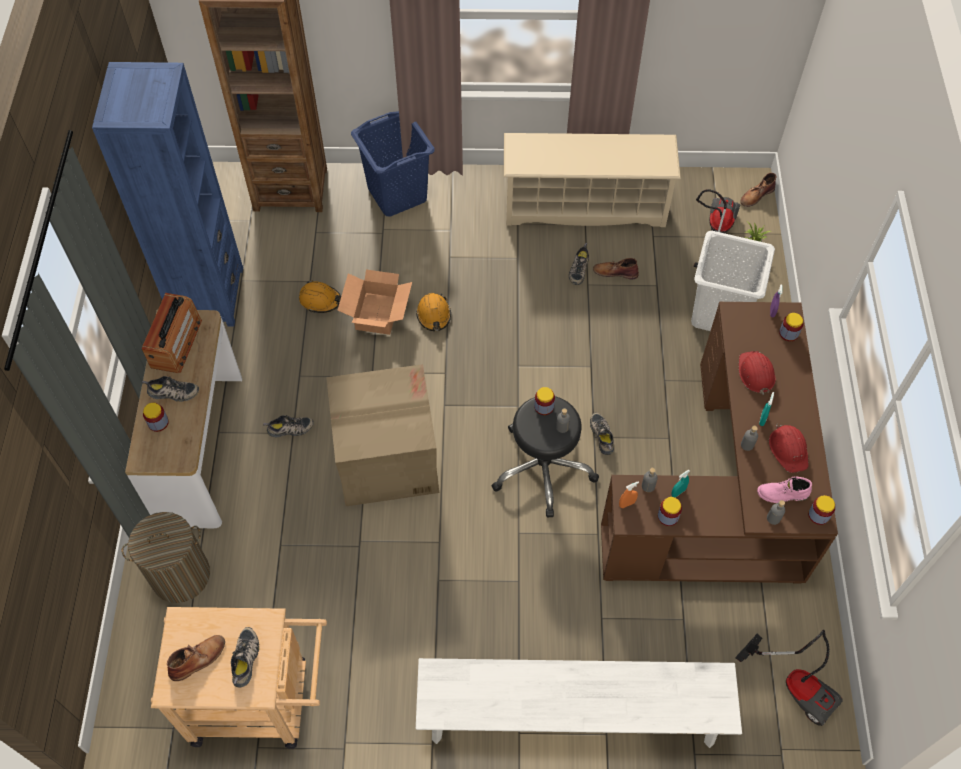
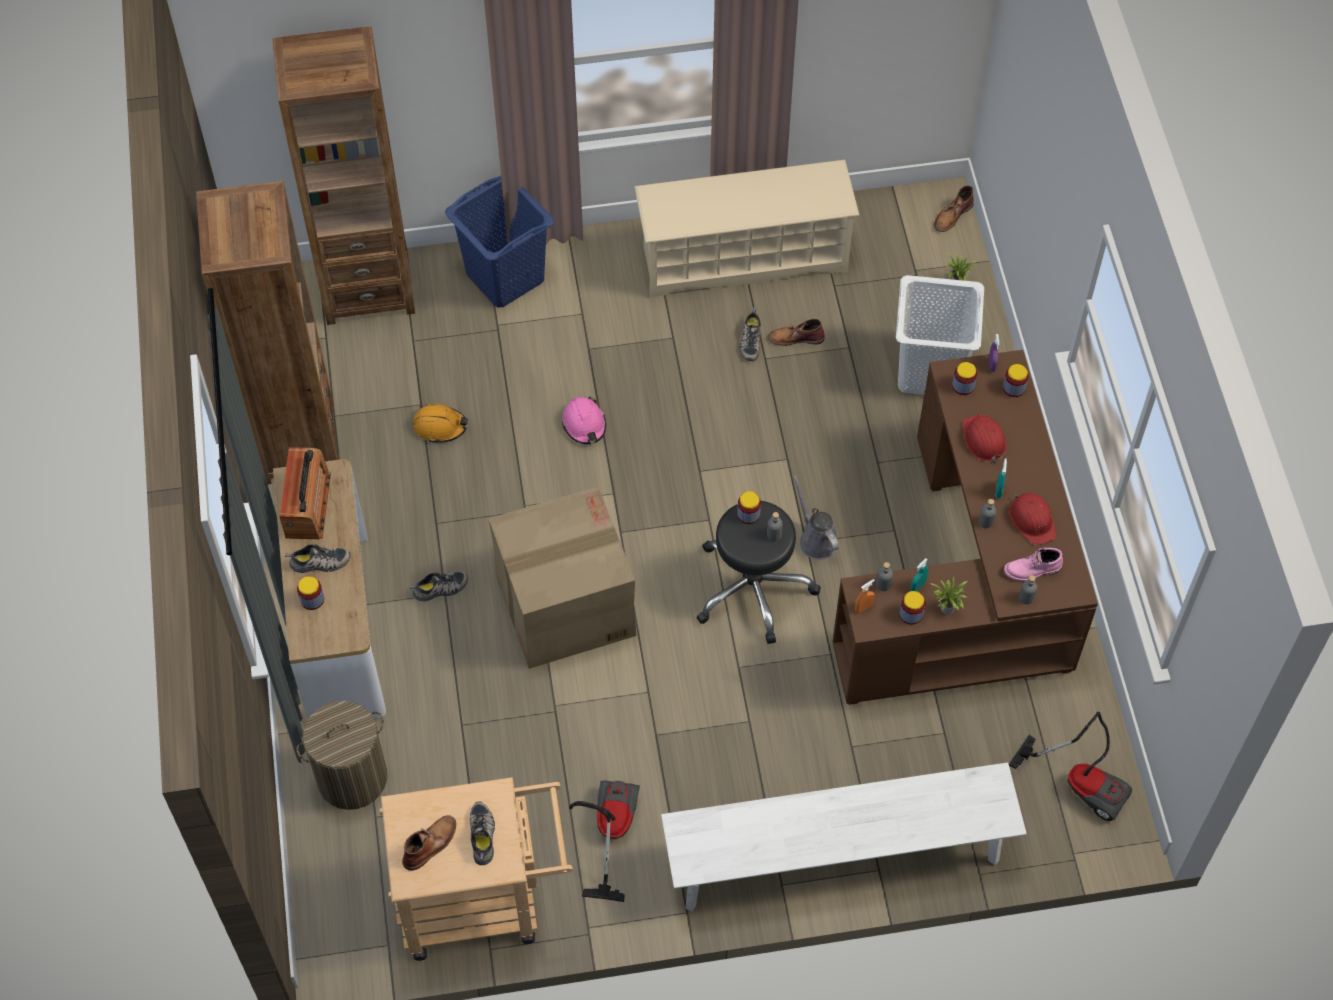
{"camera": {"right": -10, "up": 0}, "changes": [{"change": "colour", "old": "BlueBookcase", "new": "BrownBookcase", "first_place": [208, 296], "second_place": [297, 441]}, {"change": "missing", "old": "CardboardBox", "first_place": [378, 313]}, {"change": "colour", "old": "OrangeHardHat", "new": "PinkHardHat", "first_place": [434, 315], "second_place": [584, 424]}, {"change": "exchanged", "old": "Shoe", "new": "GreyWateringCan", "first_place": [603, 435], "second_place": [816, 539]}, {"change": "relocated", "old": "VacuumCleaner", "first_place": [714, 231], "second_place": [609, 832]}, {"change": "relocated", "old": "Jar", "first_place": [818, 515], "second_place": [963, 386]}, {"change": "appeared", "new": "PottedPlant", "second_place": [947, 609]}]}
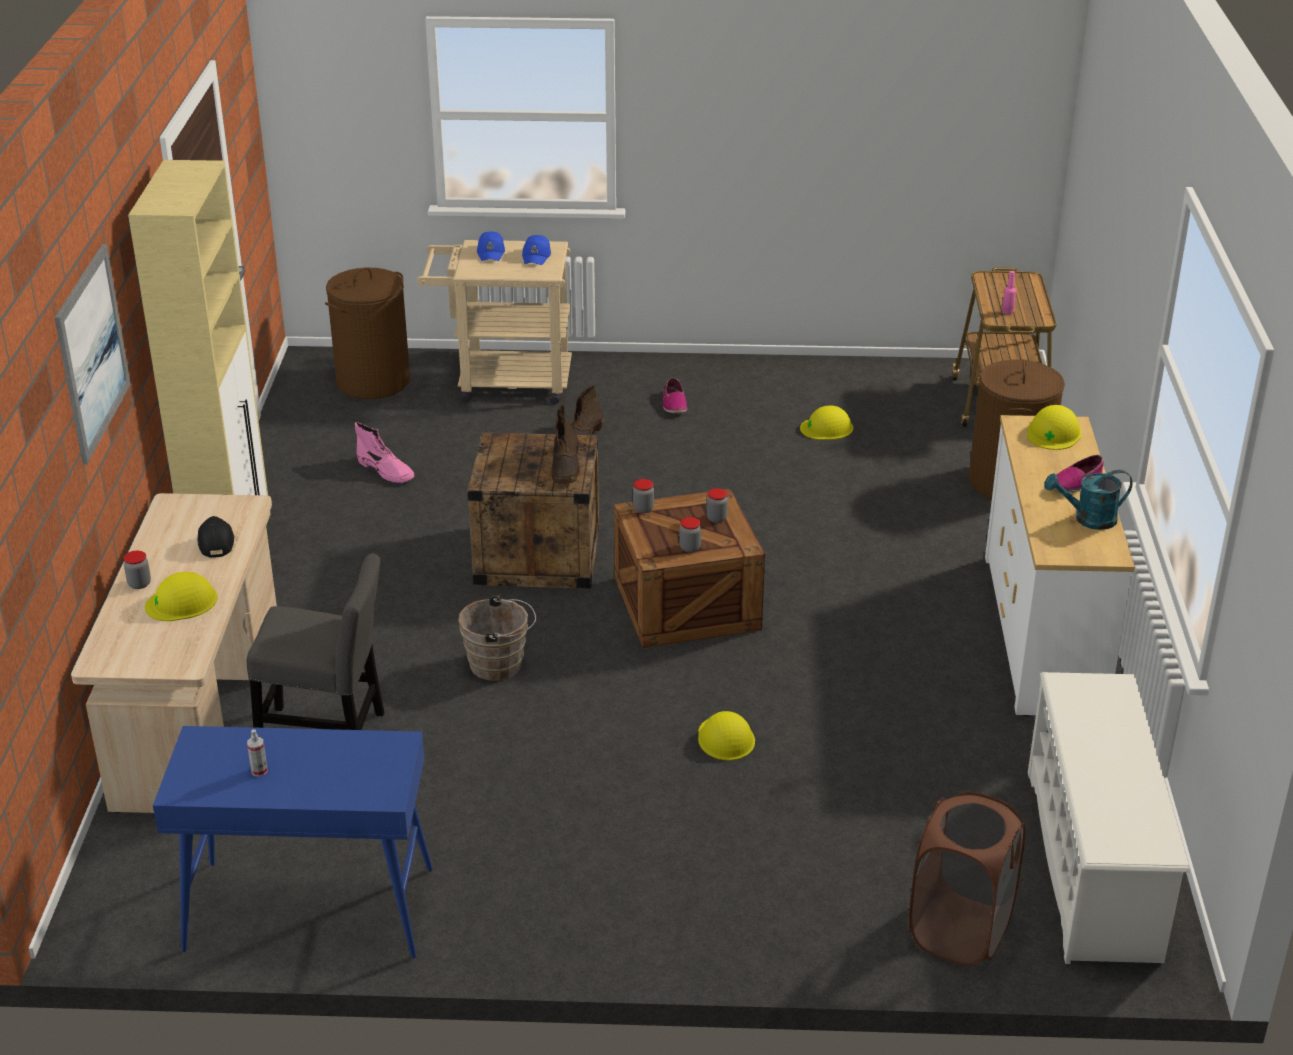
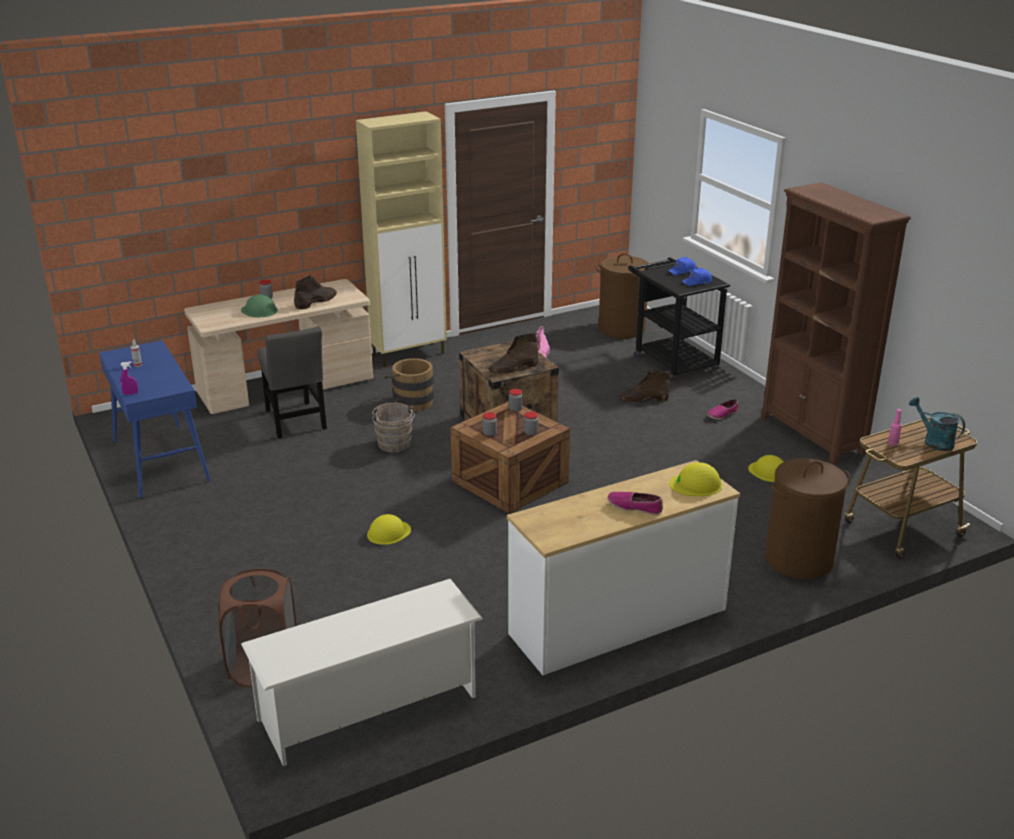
{"camera": {"right": 60, "up": -5}, "changes": [{"change": "missing", "old": "Picture", "first_place": [92, 352]}, {"change": "colour", "old": "YellowHardHat", "new": "GreenHardHat", "first_place": [182, 602], "second_place": [259, 310]}, {"change": "exchanged", "old": "BlackCap", "new": "BrownBoot", "first_place": [215, 542], "second_place": [316, 301]}, {"change": "colour", "old": "BeigeCart", "new": "BlackCart", "first_place": [503, 382], "second_place": [671, 360]}, {"change": "relocated", "old": "TurquoiseWateringCan", "first_place": [1088, 519], "second_place": [934, 441]}, {"change": "appeared", "new": "PurpleSprayBottle", "second_place": [130, 394]}, {"change": "appeared", "new": "BrownBucket", "second_place": [411, 401]}, {"change": "appeared", "new": "BrownBookcase", "second_place": [813, 435]}]}
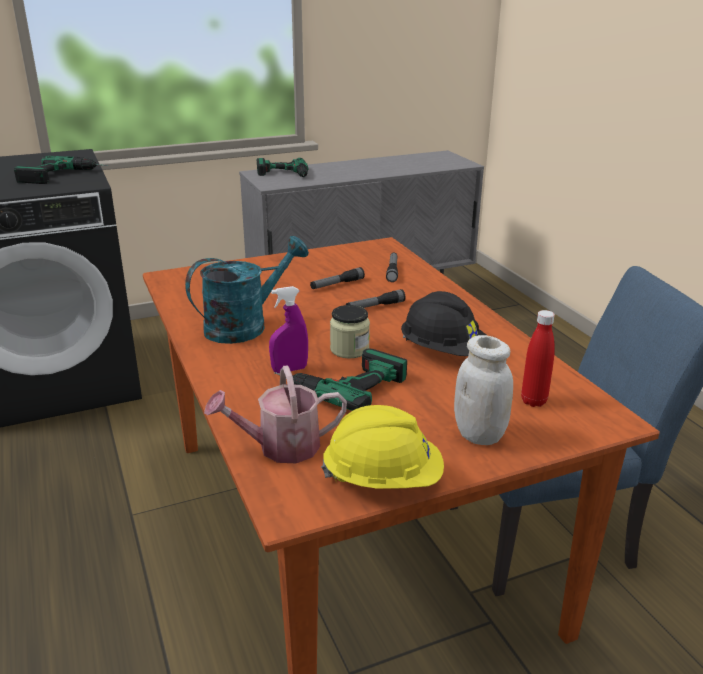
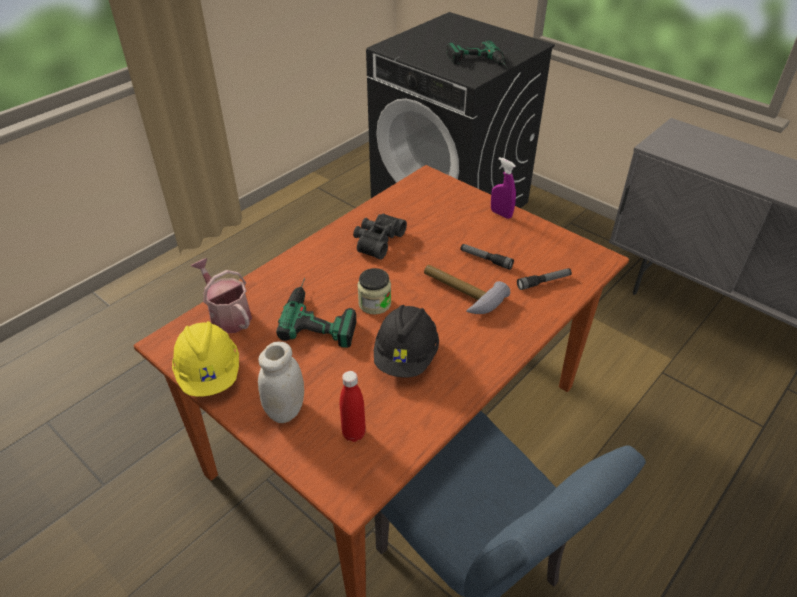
{"camera": {"right": 65, "up": 15}, "changes": [{"change": "exchanged", "old": "TurquoiseWateringCan", "new": "BlackBinoculars", "first_place": [245, 326], "second_place": [376, 241]}, {"change": "missing", "old": "PowerDrill", "first_place": [283, 175]}, {"change": "relocated", "old": "PurpleSprayBottle", "first_place": [289, 370], "second_place": [501, 214]}, {"change": "exchanged", "old": "Flashlight", "new": "Hammer", "first_place": [375, 306], "second_place": [460, 294]}]}
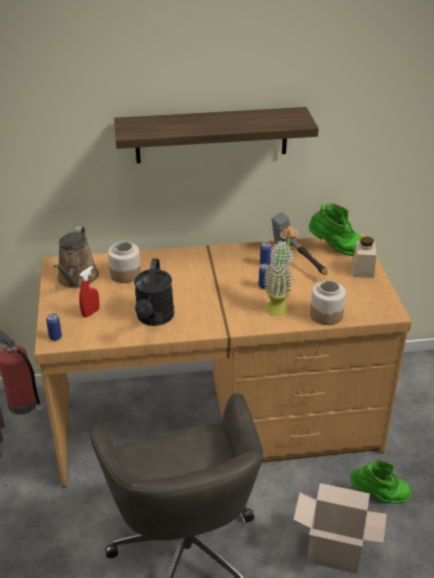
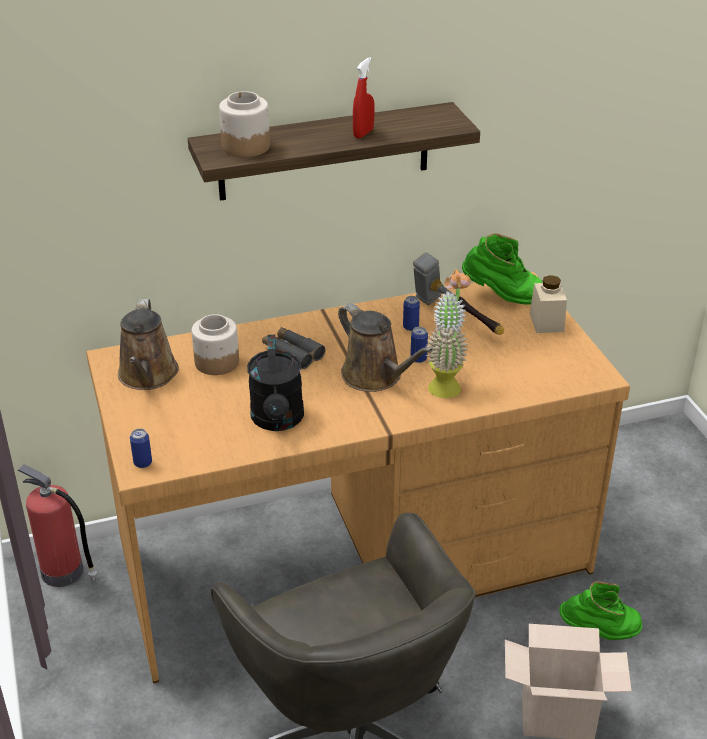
{"camera": {"right": -10, "up": 0}, "changes": [{"change": "relocated", "old": "RedSprayBottle", "first_place": [90, 312], "second_place": [363, 133]}, {"change": "relocated", "old": "Jar", "first_place": [326, 314], "second_place": [245, 146]}, {"change": "appeared", "new": "GreyBinoculars", "second_place": [292, 352]}, {"change": "appeared", "new": "BrownWateringCan", "second_place": [375, 376]}]}
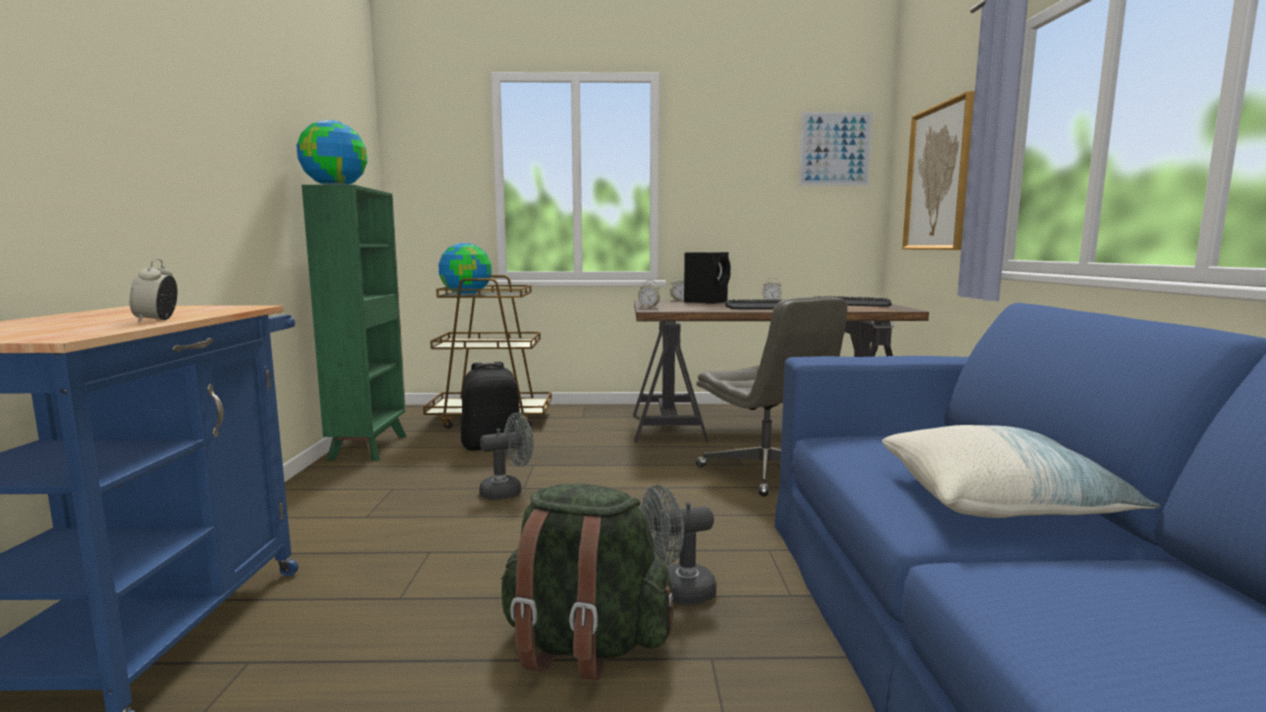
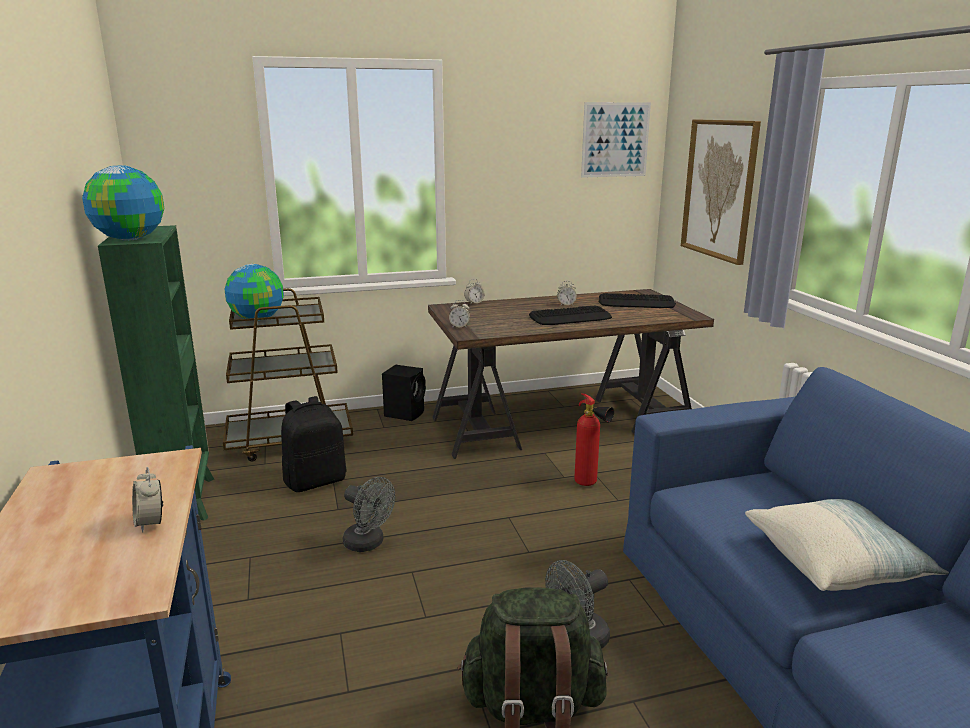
{"camera": {"right": -15, "up": 10}, "changes": [{"change": "spun", "old": "GreyFan", "first_place": [508, 491], "second_place": [368, 543], "degrees": 75}, {"change": "relocated", "old": "BlackSpeaker", "first_place": [707, 302], "second_place": [405, 413]}, {"change": "exchanged", "old": "GreyOfficeChair", "new": "FireExtinguisher", "first_place": [766, 472], "second_place": [590, 485]}]}
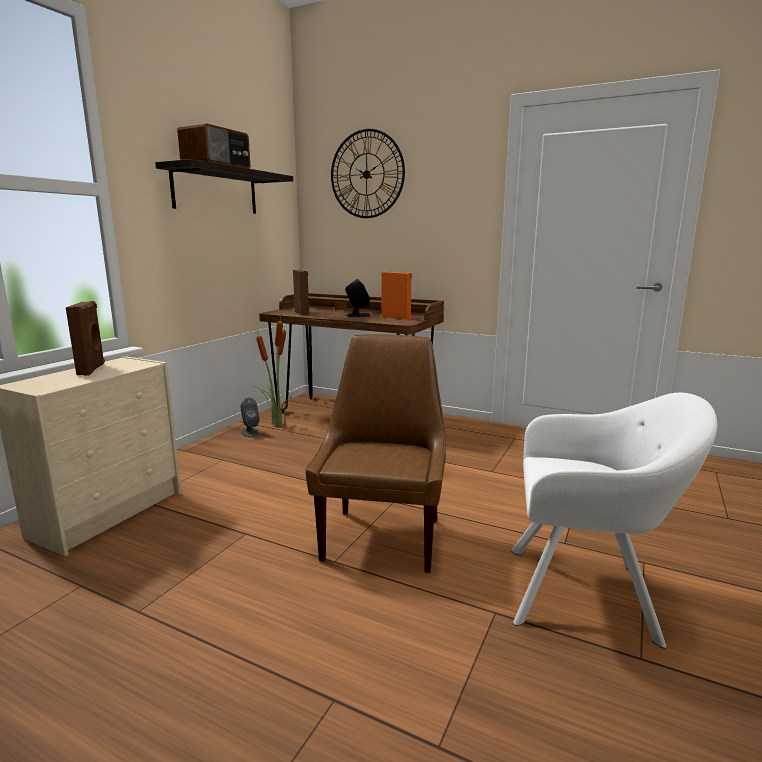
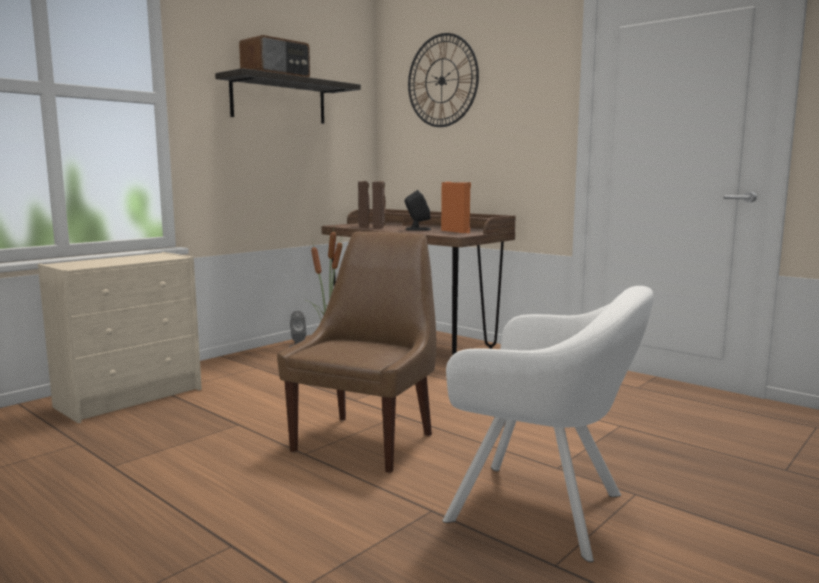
{"camera": {"right": 15, "up": -5}, "changes": [{"change": "relocated", "old": "BrownSpeaker", "first_place": [92, 369], "second_place": [379, 228]}]}
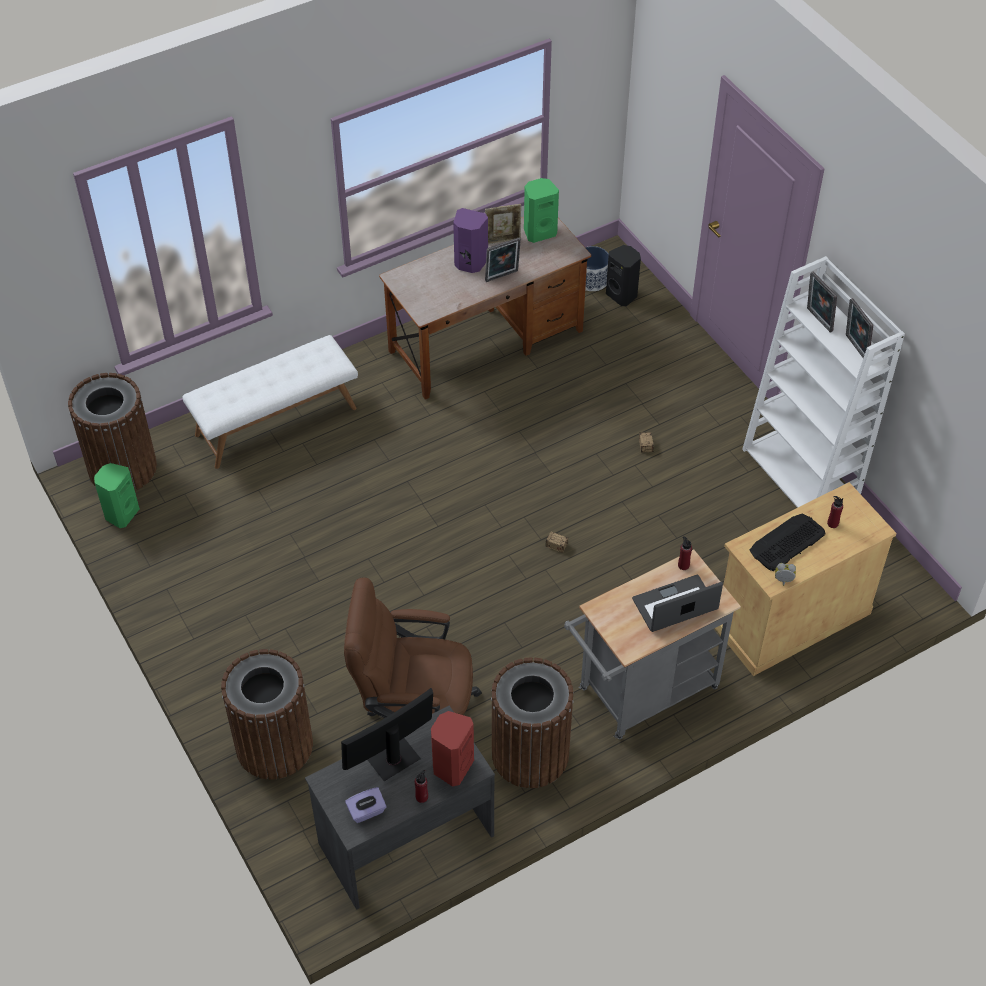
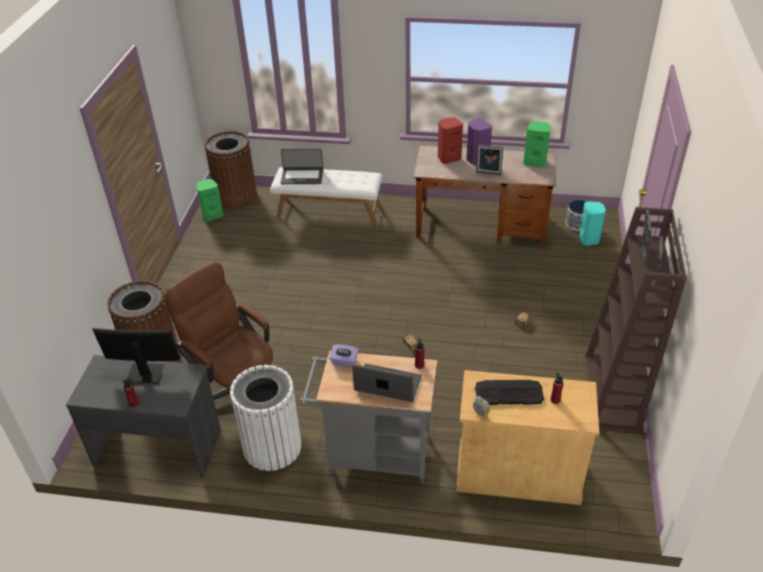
{"camera": {"right": 40, "up": -10}, "changes": [{"change": "relocated", "old": "PurpleTissueBox", "first_place": [367, 811], "second_place": [344, 362]}, {"change": "relocated", "old": "RedSpeaker", "first_place": [452, 766], "second_place": [448, 158]}, {"change": "missing", "old": "PictureFrame", "first_place": [503, 240]}, {"change": "colour", "old": "BrownTrashCan", "new": "WhiteTrashCan", "first_place": [530, 754], "second_place": [272, 447]}, {"change": "colour", "old": "BlackSpeaker", "new": "TurquoiseSpeaker", "first_place": [622, 295], "second_place": [589, 239]}, {"change": "colour", "old": "WhiteBookcase", "new": "BrownBookcase", "first_place": [801, 475], "second_place": [613, 392]}, {"change": "appeared", "new": "Laptop", "second_place": [302, 176]}]}
